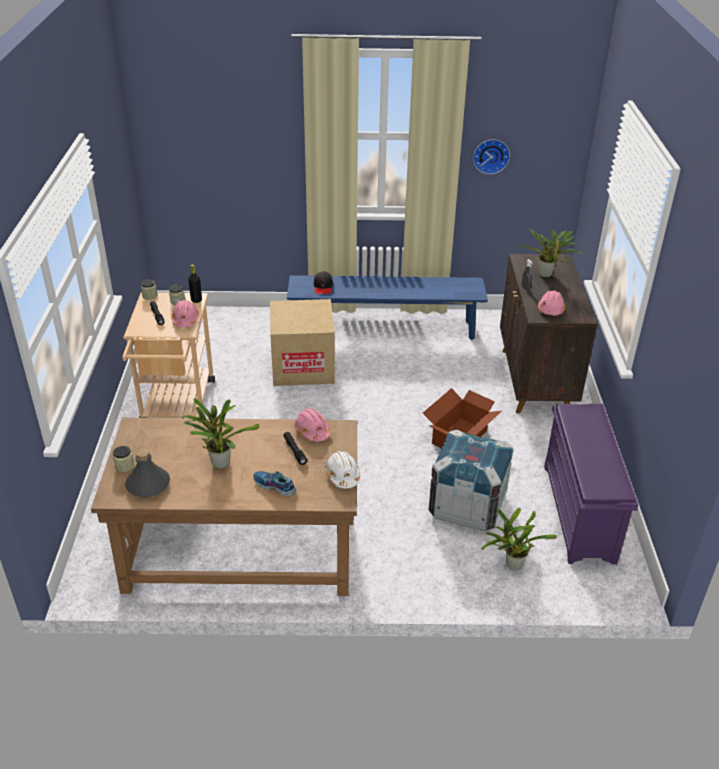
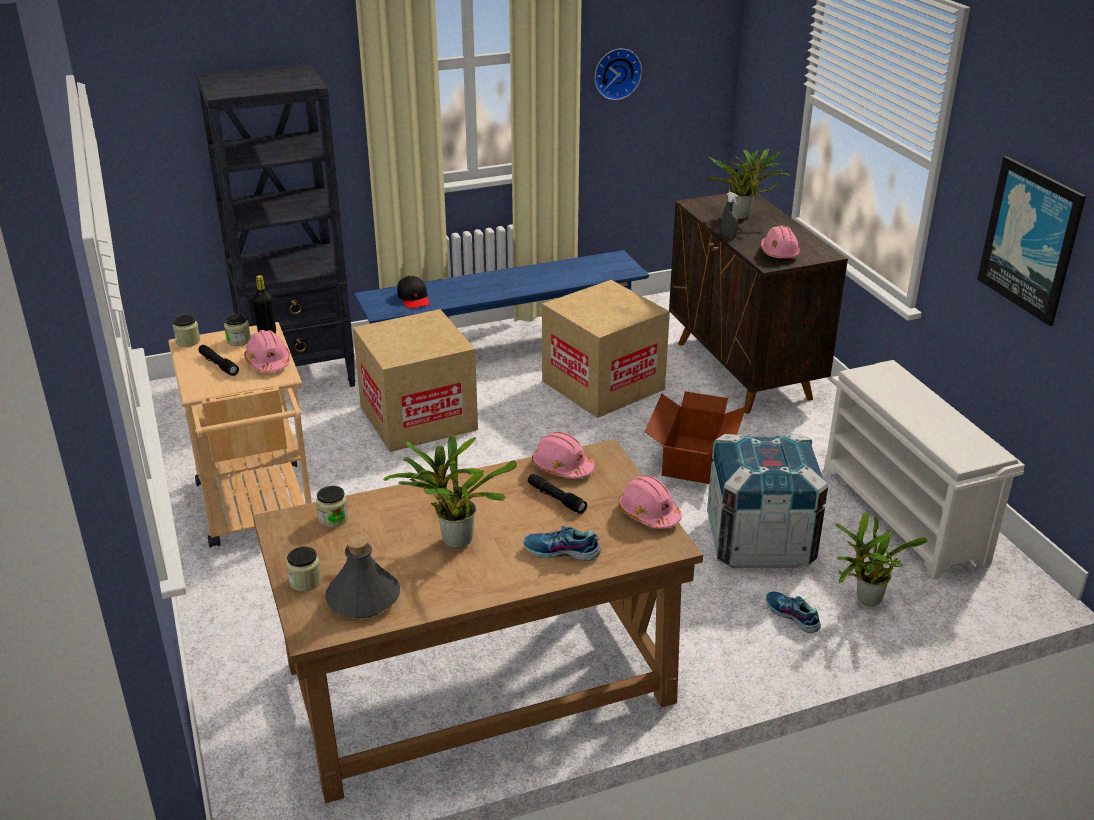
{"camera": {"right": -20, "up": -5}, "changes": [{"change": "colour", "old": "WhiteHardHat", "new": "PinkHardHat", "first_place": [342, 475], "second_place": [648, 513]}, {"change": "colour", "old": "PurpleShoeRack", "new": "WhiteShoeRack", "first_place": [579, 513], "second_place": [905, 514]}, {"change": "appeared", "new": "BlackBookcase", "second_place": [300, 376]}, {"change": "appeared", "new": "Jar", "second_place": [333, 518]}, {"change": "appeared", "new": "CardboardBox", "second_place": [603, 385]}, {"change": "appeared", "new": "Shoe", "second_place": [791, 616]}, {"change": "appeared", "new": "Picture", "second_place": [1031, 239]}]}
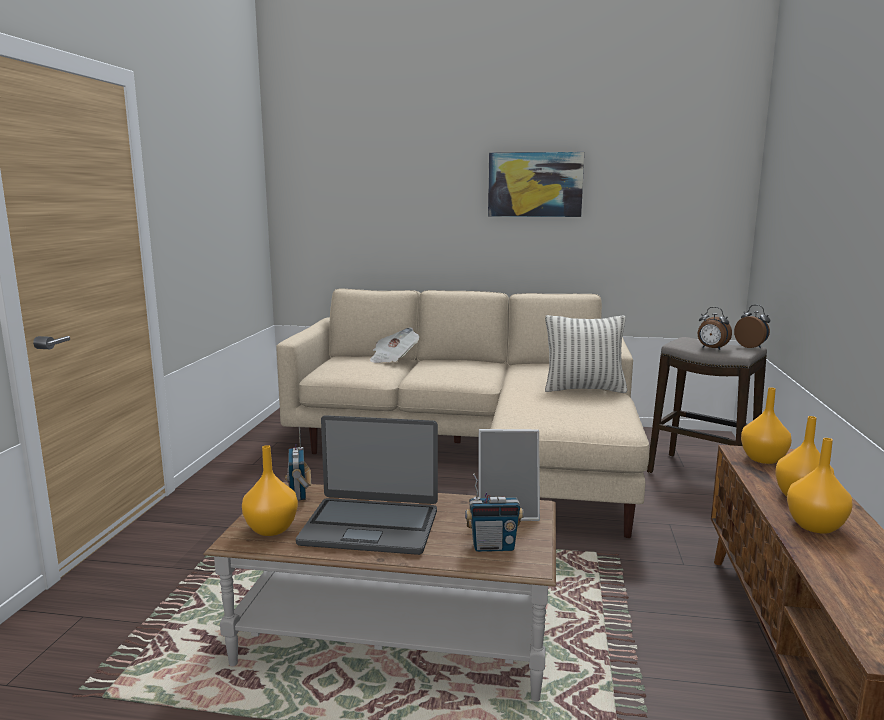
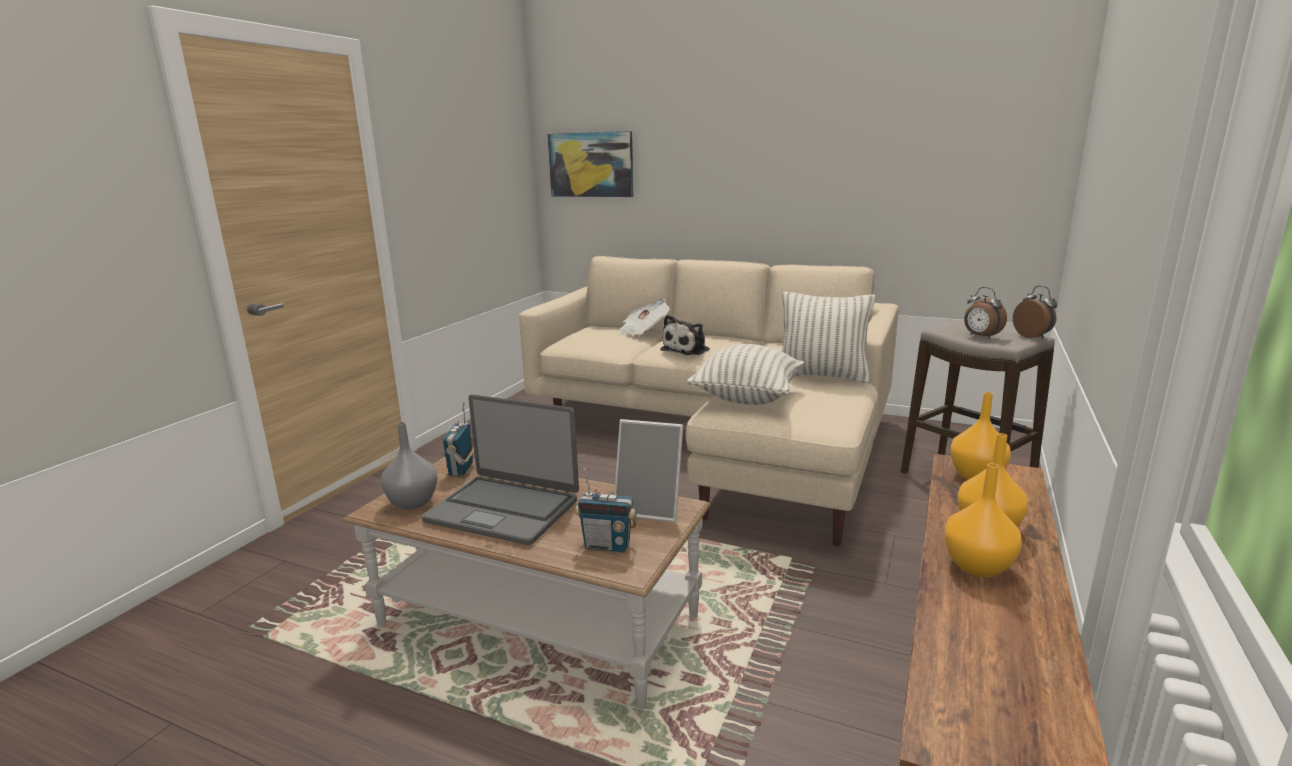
{"camera": {"right": 15, "up": 5}, "changes": [{"change": "colour", "old": "OrangeVase", "new": "GreyVase", "first_place": [270, 529], "second_place": [412, 503]}, {"change": "relocated", "old": "Picture", "first_place": [535, 184], "second_place": [591, 165]}, {"change": "appeared", "new": "PlushToy", "second_place": [687, 350]}, {"change": "appeared", "new": "Pillow", "second_place": [747, 398]}]}
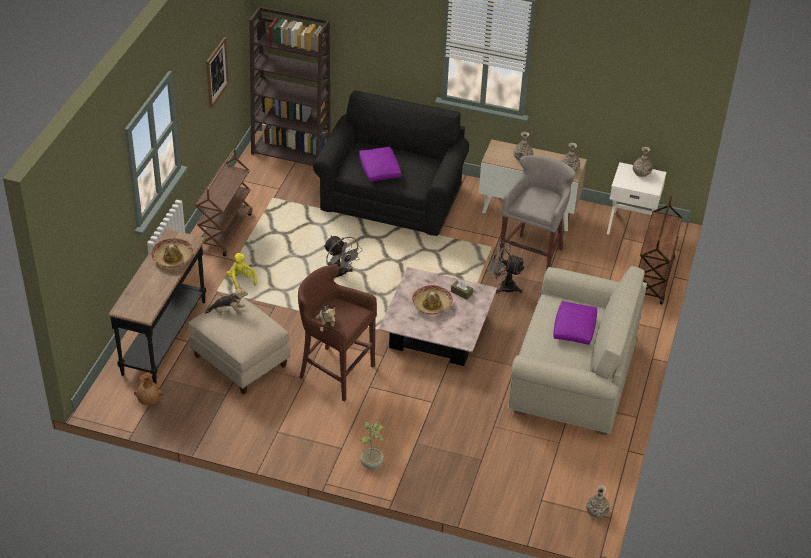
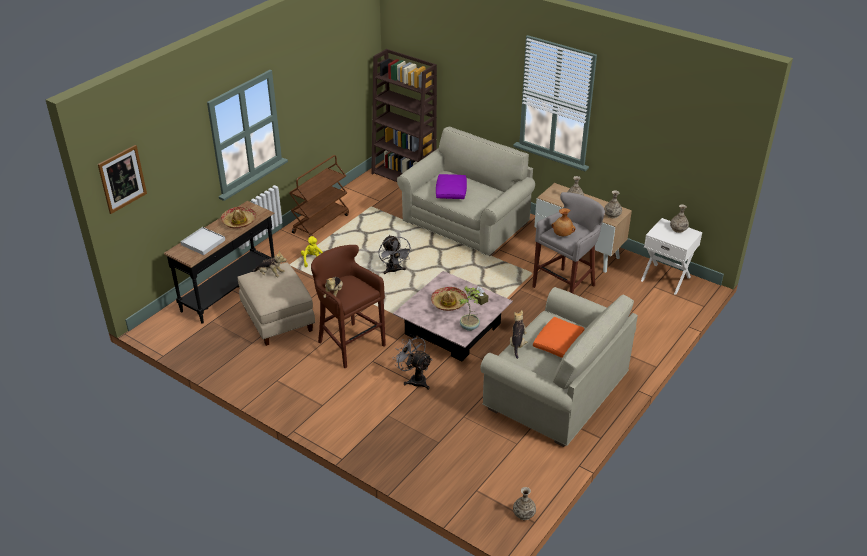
{"camera": {"right": 20, "up": -5}, "changes": [{"change": "relocated", "old": "BrownVase", "first_place": [149, 401], "second_place": [562, 235]}, {"change": "relocated", "old": "Picture", "first_place": [216, 72], "second_place": [122, 179]}, {"change": "colour", "old": "BlackSofa", "new": "BeigeSofa", "first_place": [392, 199], "second_place": [466, 223]}, {"change": "relocated", "old": "PottedPlant", "first_place": [372, 463], "second_place": [470, 327]}, {"change": "relocated", "old": "GreyFan", "first_place": [503, 286], "second_place": [414, 379]}, {"change": "colour", "old": "PurplePillow", "new": "OrangePillow", "first_place": [574, 329], "second_place": [558, 343]}, {"change": "missing", "old": "BrownCart", "first_place": [653, 279]}, {"change": "appeared", "new": "WhiteTray", "second_place": [203, 242]}, {"change": "appeared", "new": "PlushToy", "second_place": [517, 344]}]}
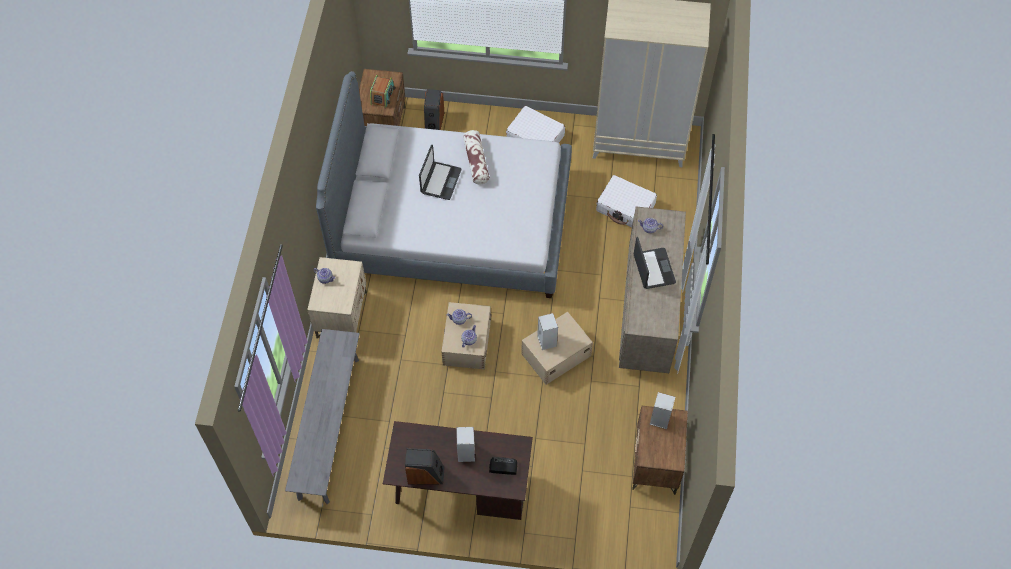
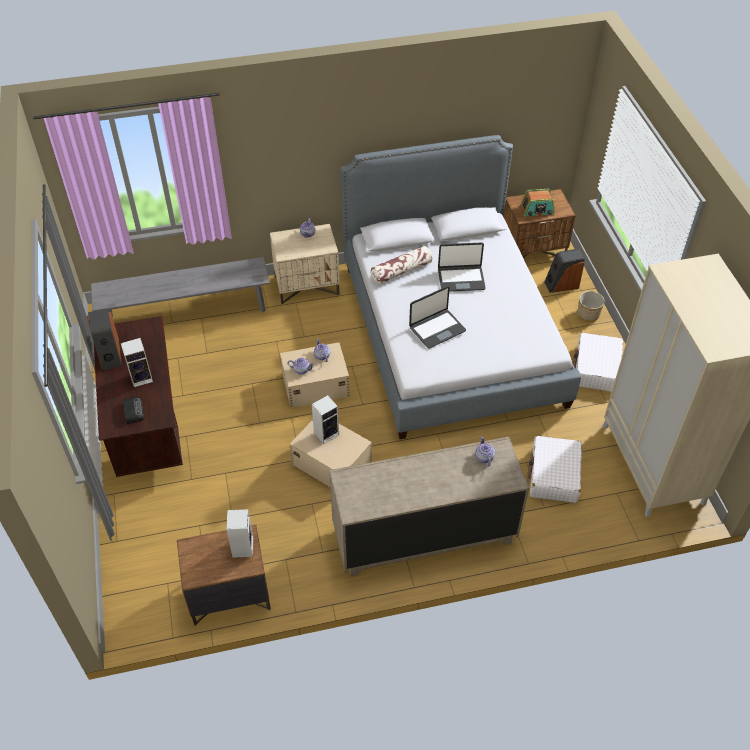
{"camera": {"right": 70, "up": -10}, "changes": [{"change": "relocated", "old": "Pillow", "first_place": [476, 161], "second_place": [401, 271]}, {"change": "relocated", "old": "Laptop", "first_place": [653, 269], "second_place": [437, 329]}, {"change": "appeared", "new": "Planter", "second_place": [588, 314]}]}
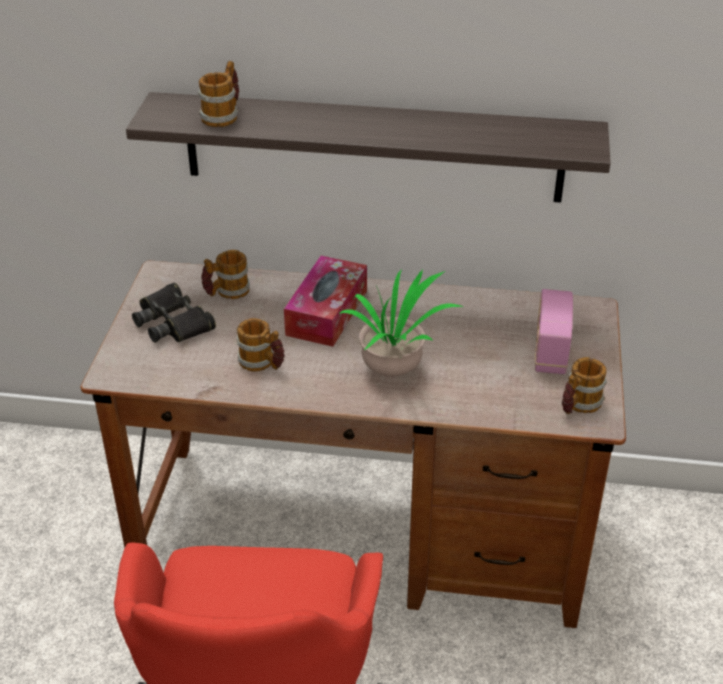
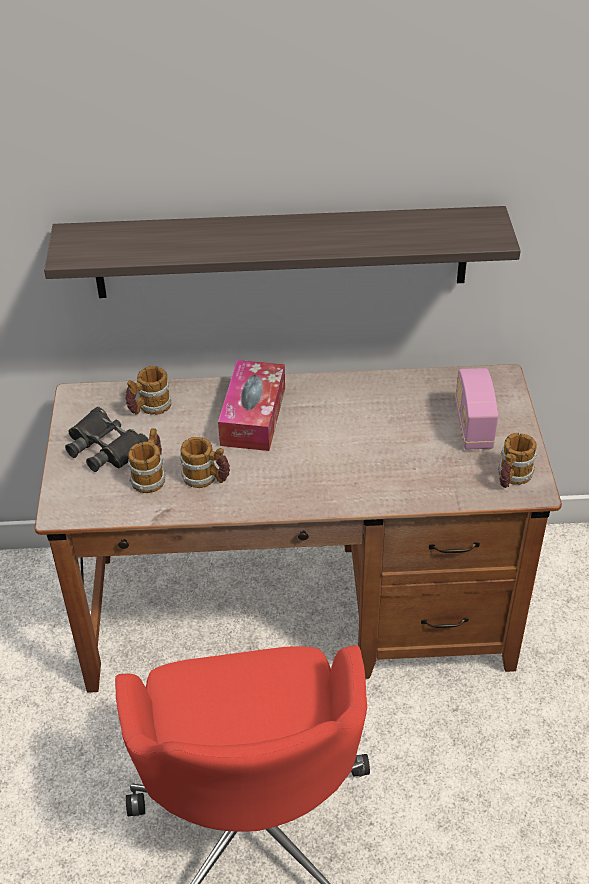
{"camera": {"right": -10, "up": 5}, "changes": [{"change": "relocated", "old": "Mug", "first_place": [223, 115], "second_place": [151, 476]}, {"change": "missing", "old": "PottedPlant", "first_place": [396, 370]}]}
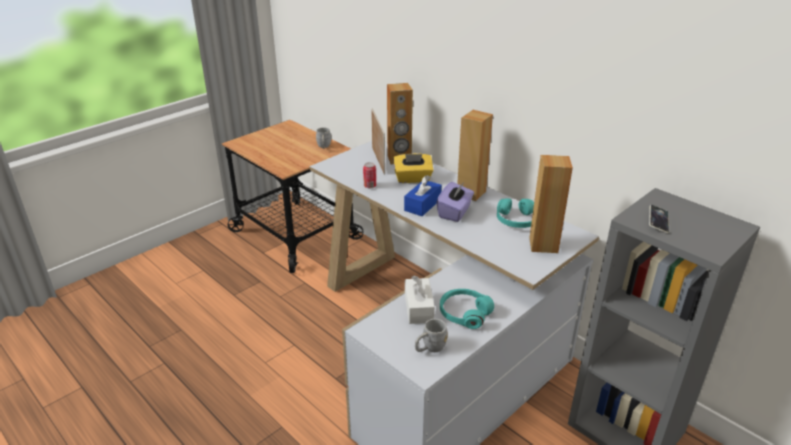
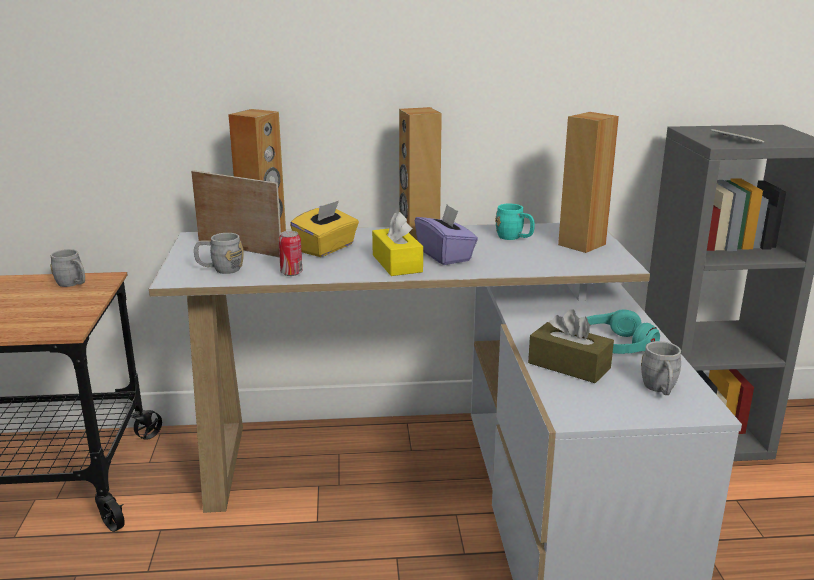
{"camera": {"right": -50, "up": -10}, "changes": [{"change": "colour", "old": "BlueTissueBox", "new": "YellowTissueBox", "first_place": [422, 205], "second_place": [397, 263]}, {"change": "colour", "old": "WhiteTissueBox", "new": "BrownTissueBox", "first_place": [418, 308], "second_place": [569, 365]}, {"change": "exchanged", "old": "TurquoiseHeadphones", "new": "TurquoiseMug", "first_place": [517, 220], "second_place": [514, 238]}, {"change": "appeared", "new": "GreyMug", "second_place": [220, 269]}]}
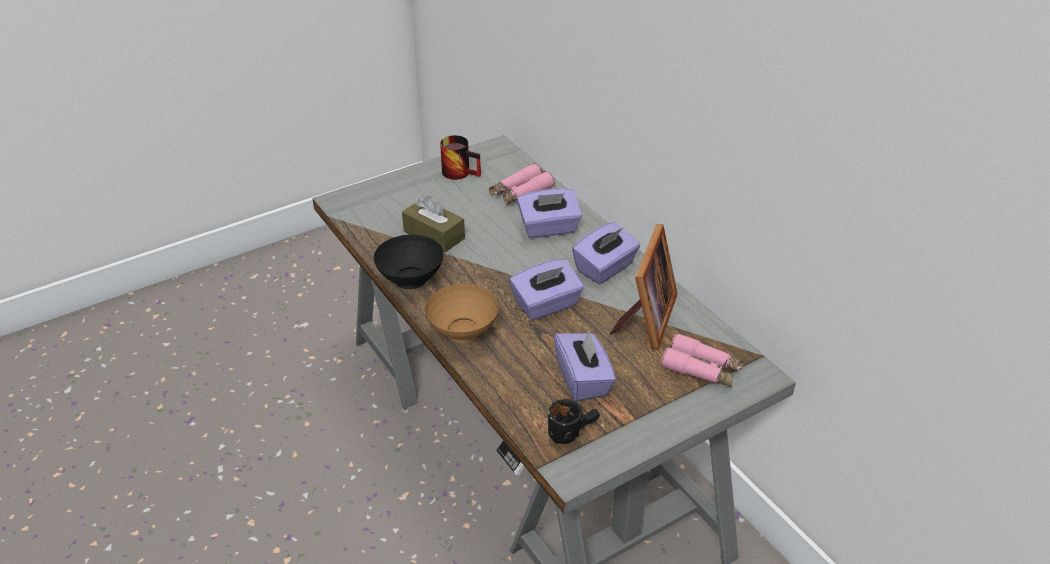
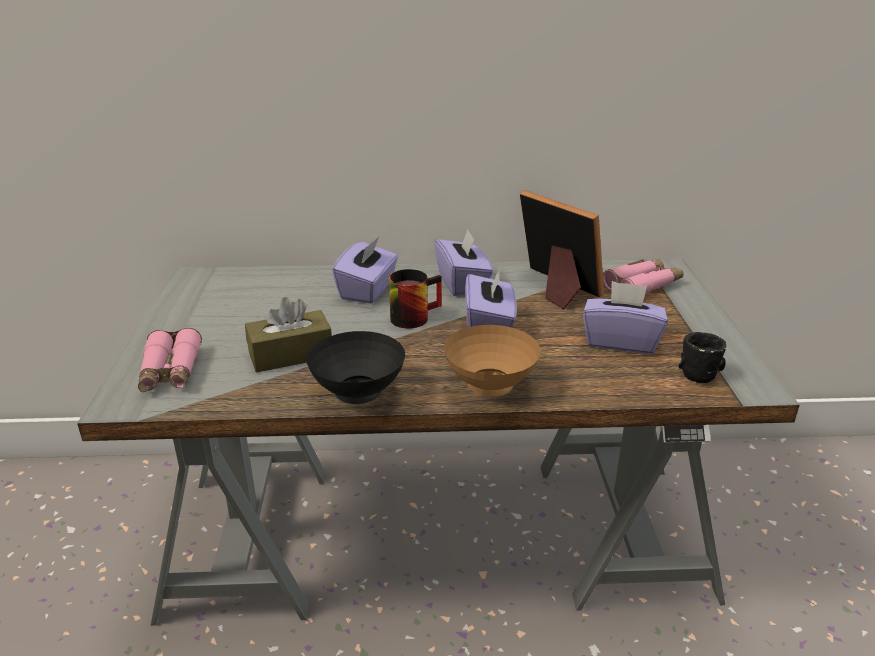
{"camera": {"right": -60, "up": -10}, "changes": [{"change": "relocated", "old": "Mug", "first_place": [461, 172], "second_place": [413, 315]}, {"change": "relocated", "old": "PinkBinoculars", "first_place": [520, 192], "second_place": [170, 372]}]}
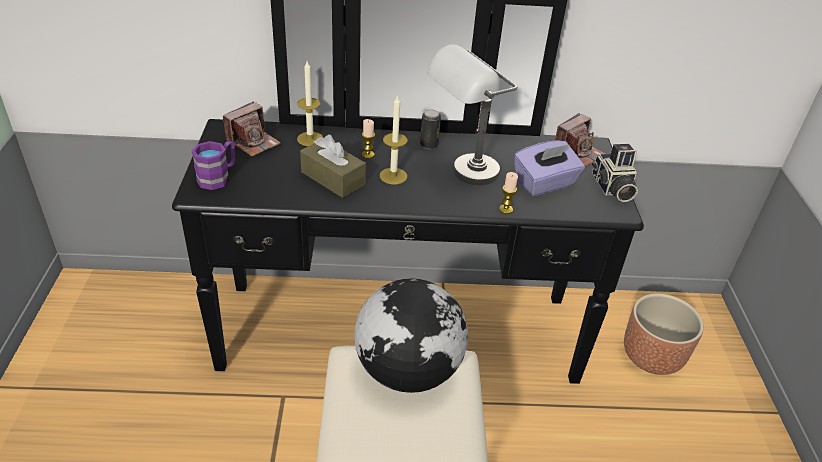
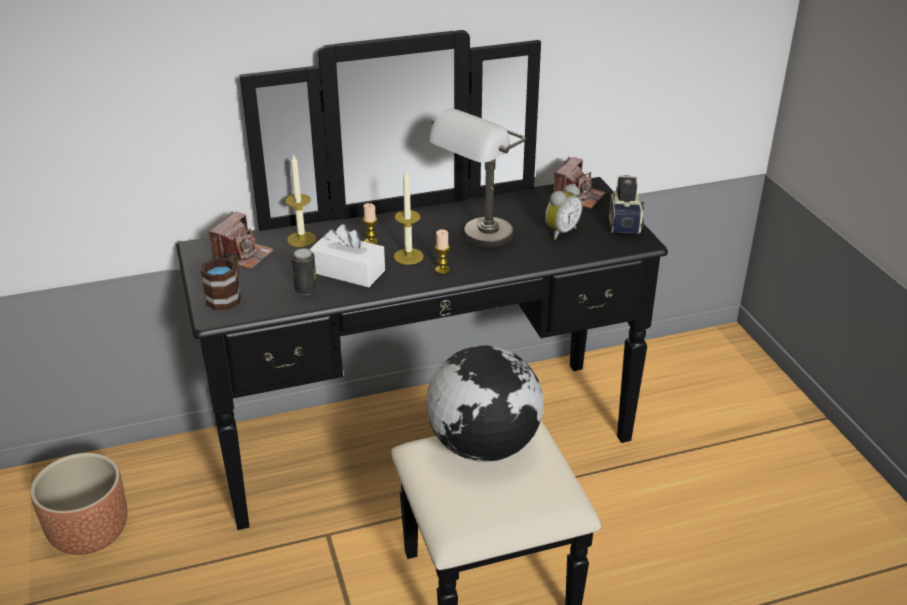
{"camera": {"right": -15, "up": -5}, "changes": [{"change": "colour", "old": "PurpleMug", "new": "BrownMug", "first_place": [218, 177], "second_place": [227, 296]}, {"change": "colour", "old": "BrownTissueBox", "new": "WhiteTissueBox", "first_place": [333, 178], "second_place": [348, 271]}, {"change": "relocated", "old": "Can", "first_place": [429, 145], "second_place": [306, 290]}, {"change": "relocated", "old": "Candle", "first_place": [506, 209], "second_place": [442, 270]}, {"change": "exchanged", "old": "PurpleTissueBox", "new": "AlarmClock", "first_place": [544, 184], "second_place": [560, 232]}, {"change": "spun", "old": "PhotoCamera", "first_place": [611, 188], "second_place": [624, 222], "degrees": -150}, {"change": "relocated", "old": "BrownPlanter", "first_place": [652, 357], "second_place": [91, 534]}]}
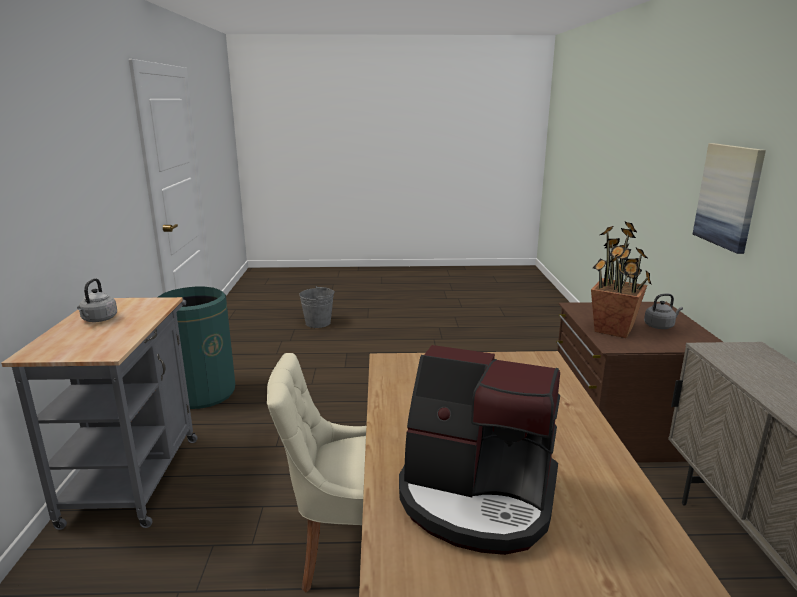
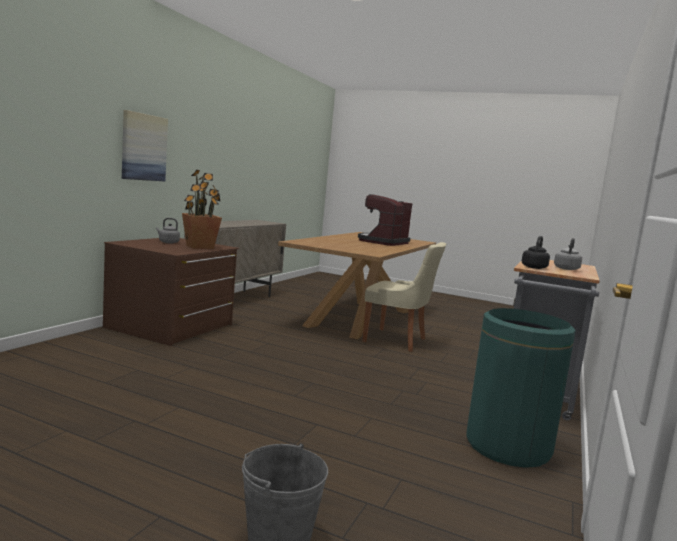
{"camera": {"right": -155, "up": -10}, "changes": [{"change": "spun", "old": "CoffeeMachine", "first_place": [477, 497], "second_place": [382, 242], "degrees": -105}, {"change": "appeared", "new": "BlackKettle", "second_place": [534, 267]}]}
